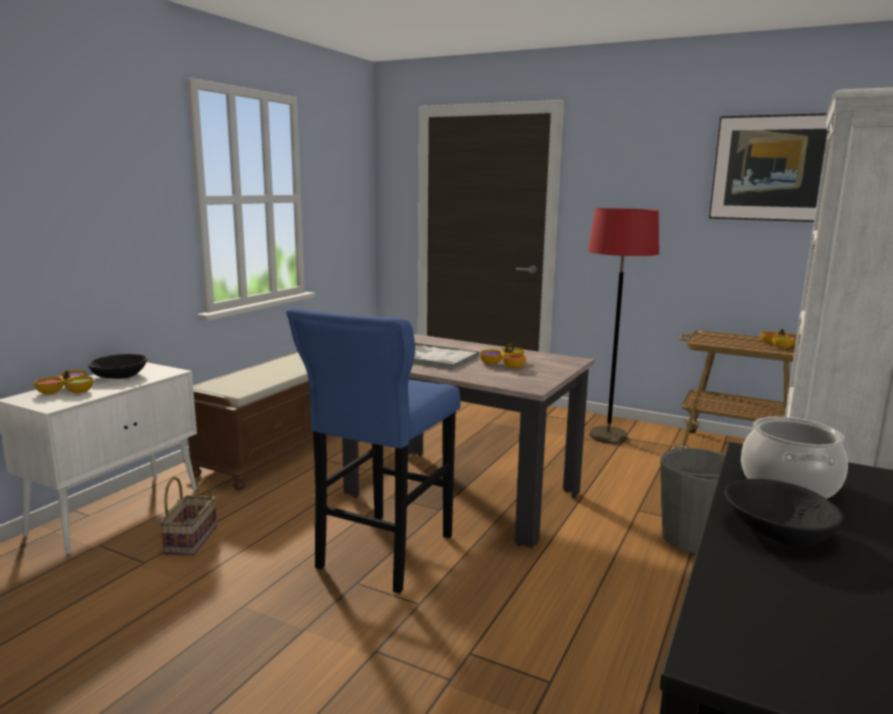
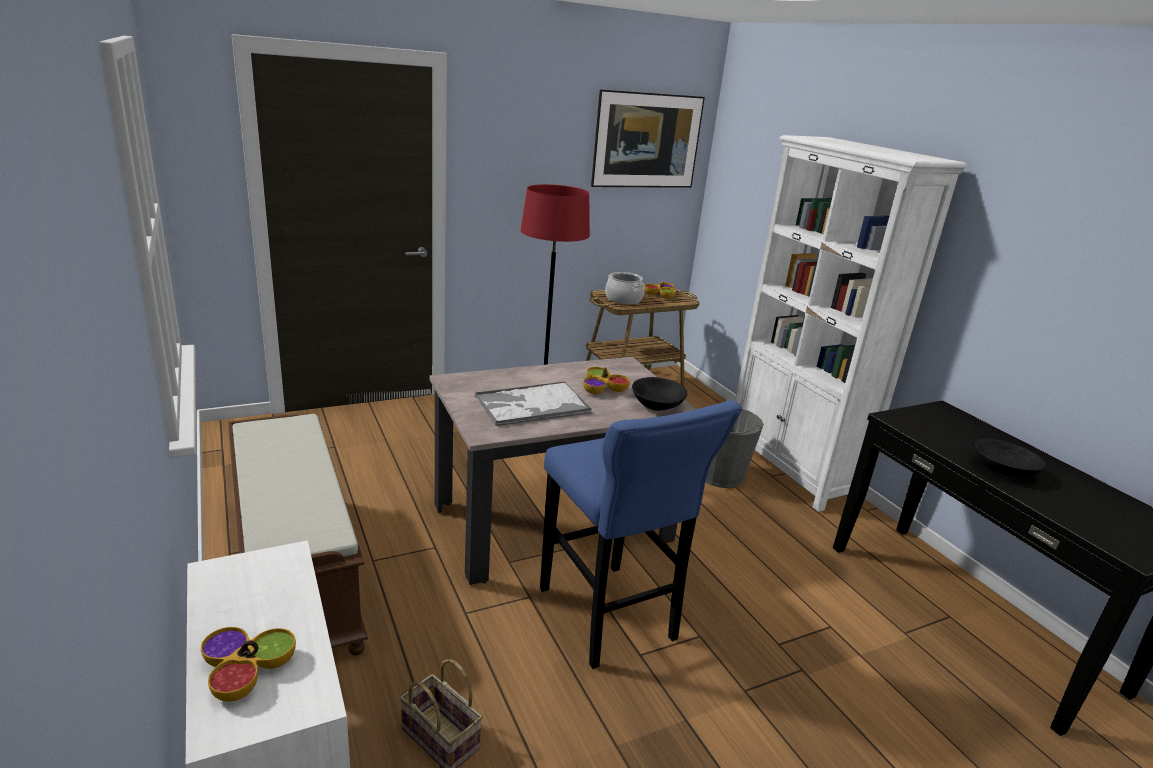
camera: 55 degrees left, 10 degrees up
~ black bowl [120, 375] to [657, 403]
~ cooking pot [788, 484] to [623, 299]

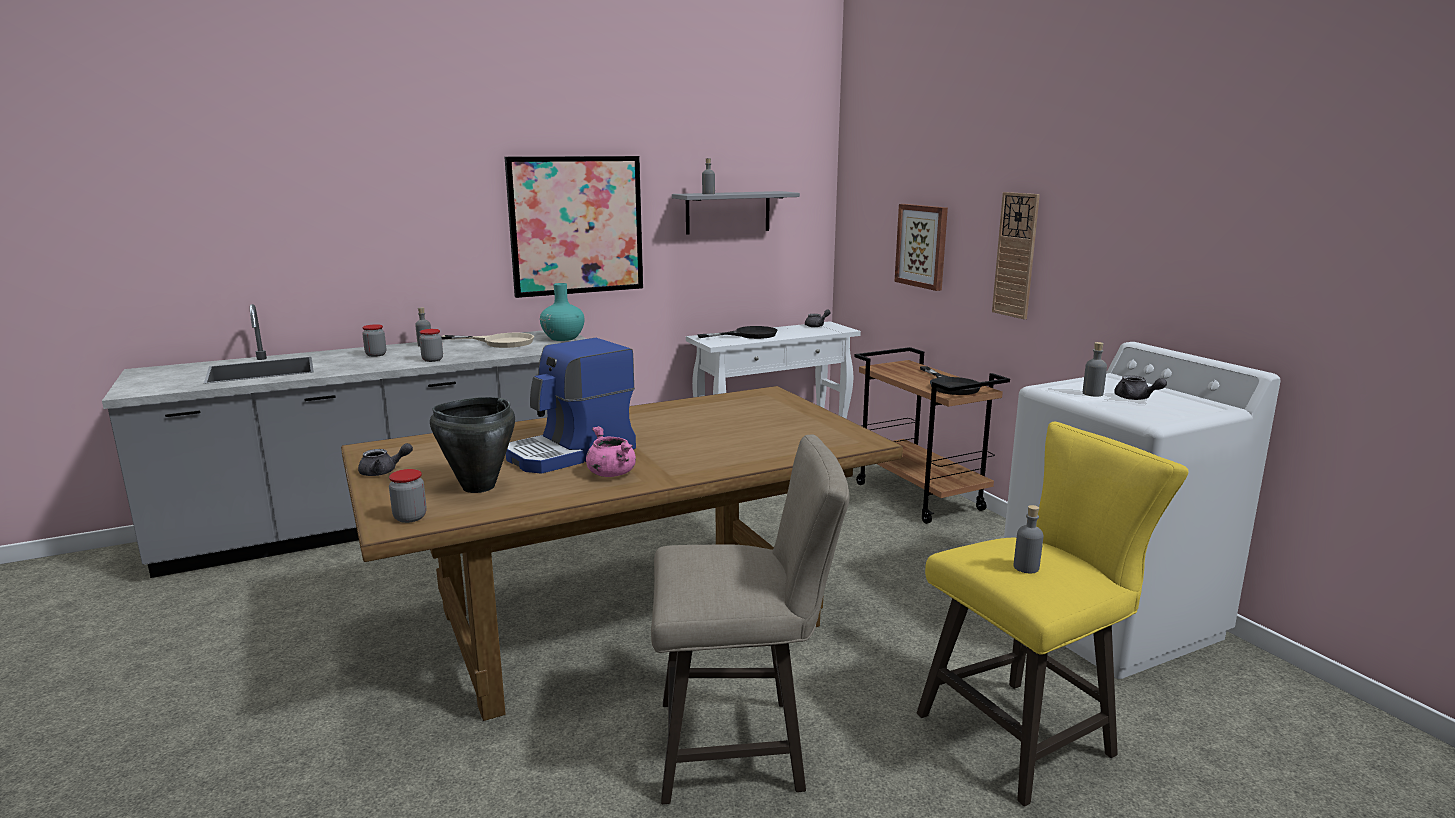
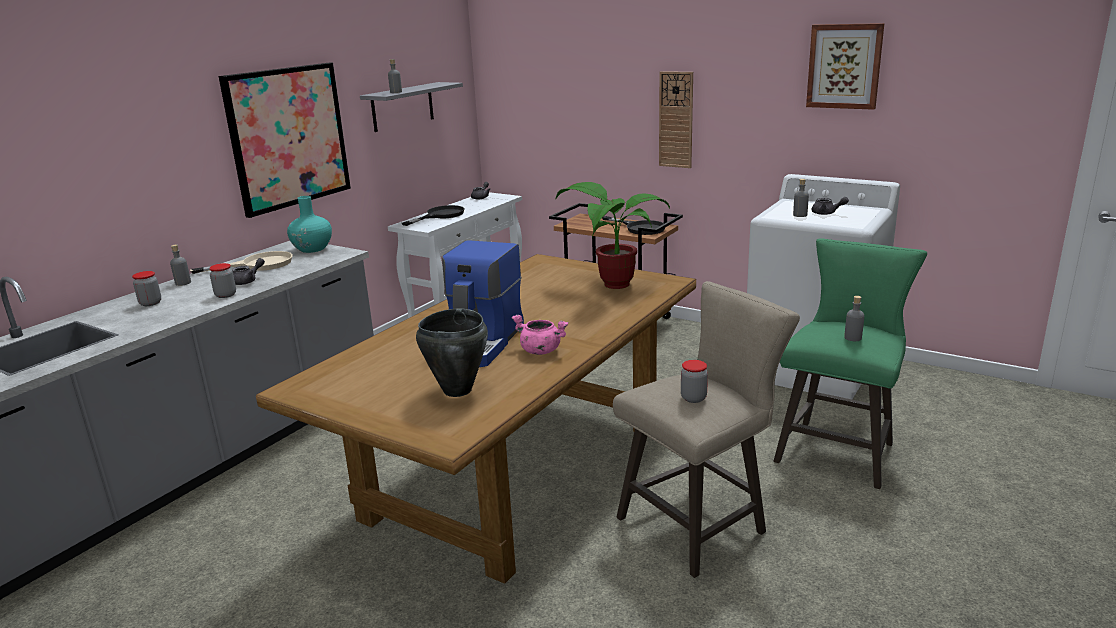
camera: 30 degrees left, 5 degrees up
~ picture [922, 246] to [844, 66]
~ yellow stool [1026, 732] to green stool [839, 449]
~ grey teapot [383, 472] to [247, 281]
~ jar [410, 517] to [693, 398]
+ potted plant [611, 284]

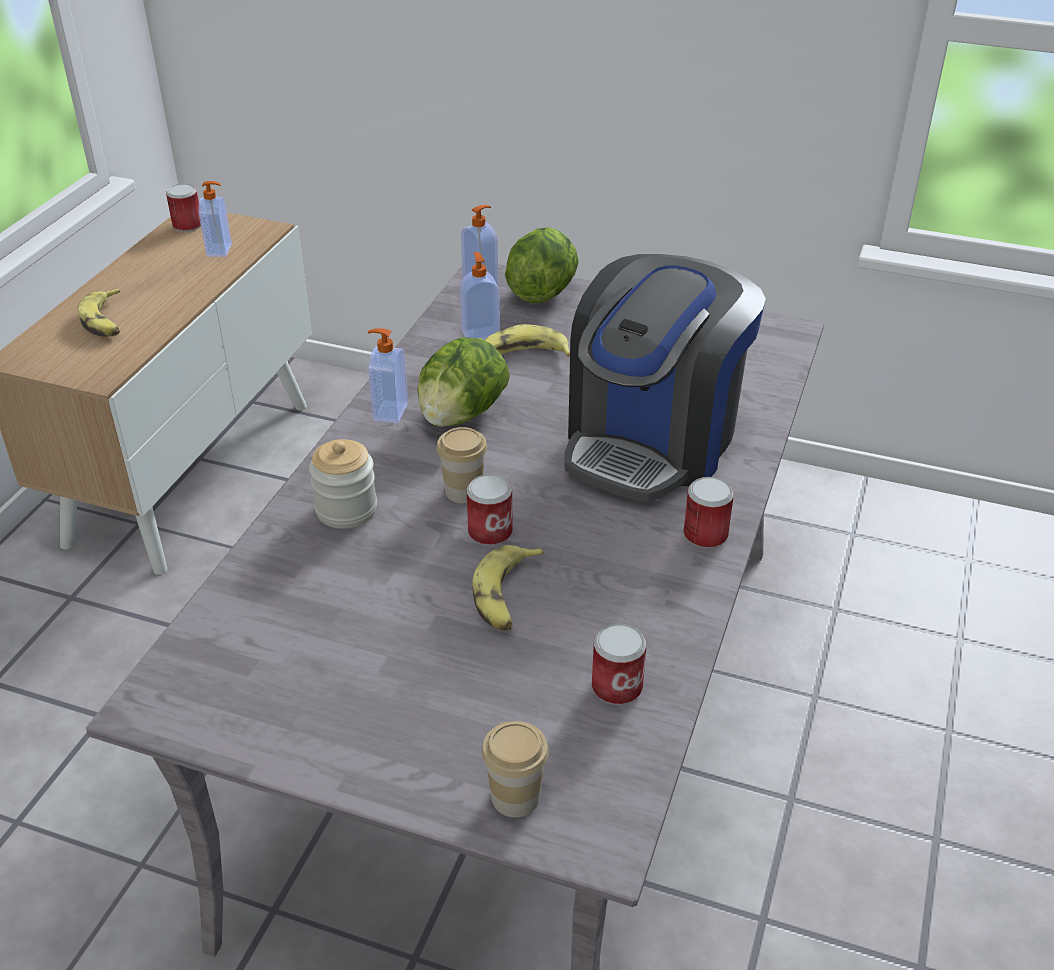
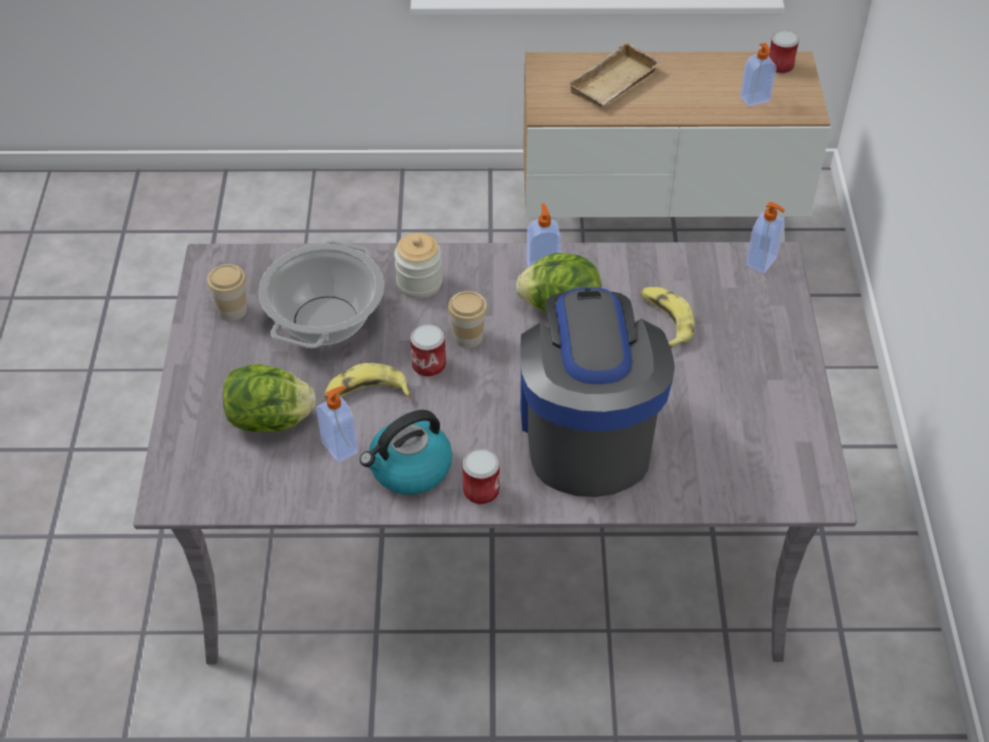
camera: 70 degrees right, 10 degrees up
~ lettuce [542, 292] to [270, 420]
~ soap dispenser [480, 334] to [341, 447]
~ coffee machine [653, 441] = [586, 432] 75 degrees clockwise
~ banana [105, 321] to beige tray [615, 84]
- can [617, 687]
~ cup [515, 797] to [232, 310]
+ cooking pot [326, 321]
+ kettle [409, 469]

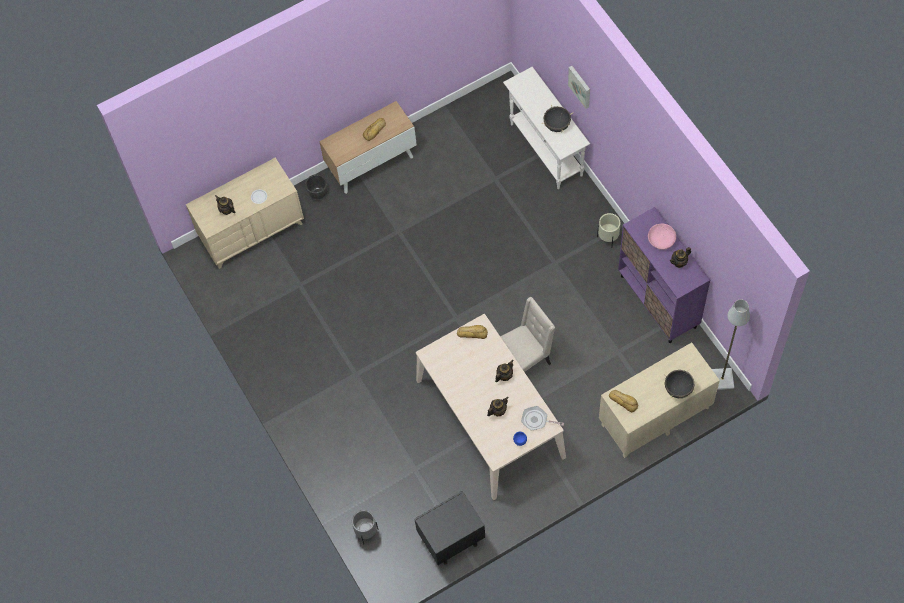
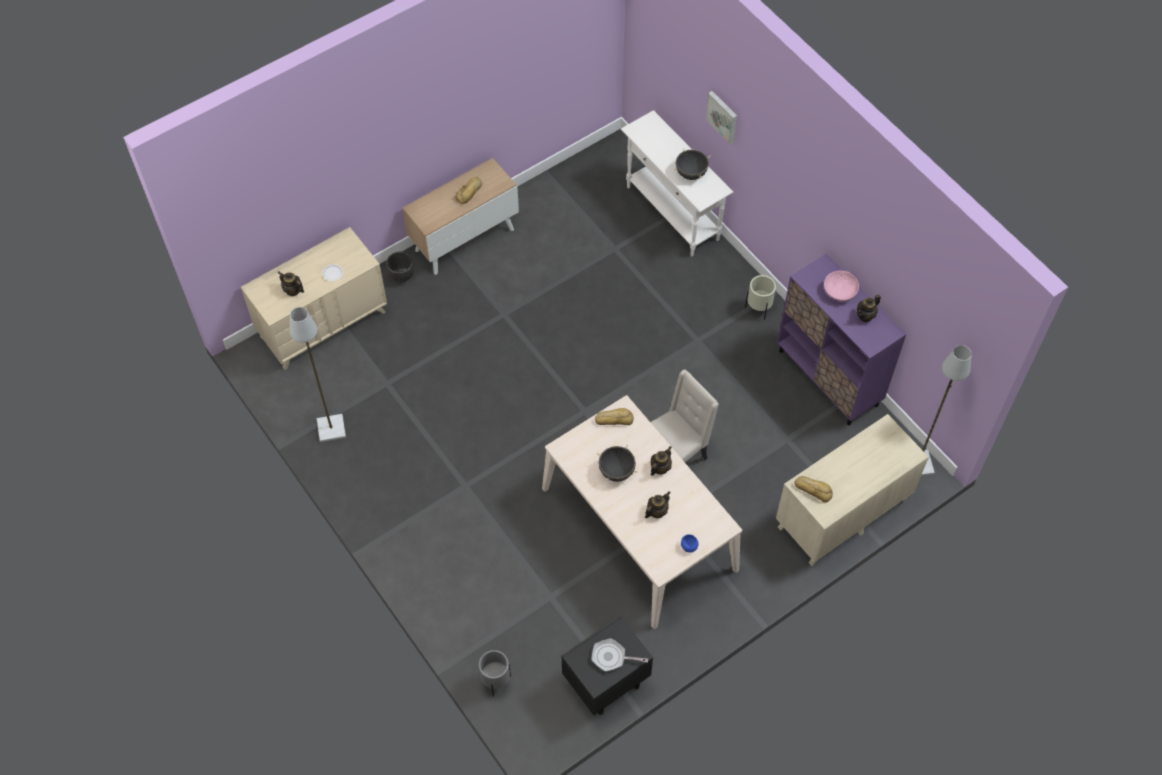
camera: 10 degrees left, 5 degrees down
~ black cooking pot [678, 389] to [616, 472]
~ frying pan [536, 420] to [611, 657]
+ grey floor lamp [332, 429]

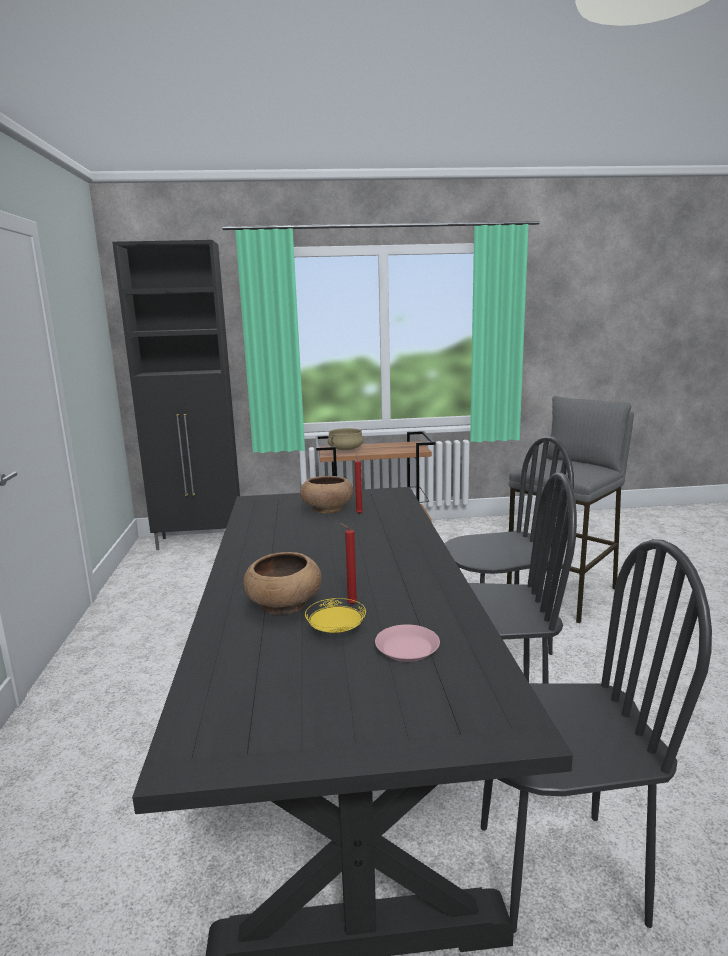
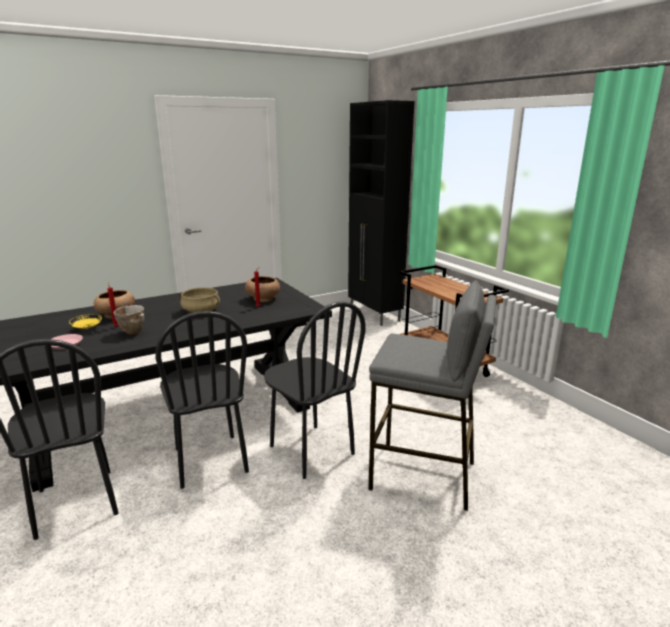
camera: 65 degrees right, 5 degrees up
~ beige cooking pot [346, 449] to [201, 311]
+ bowl [132, 332]

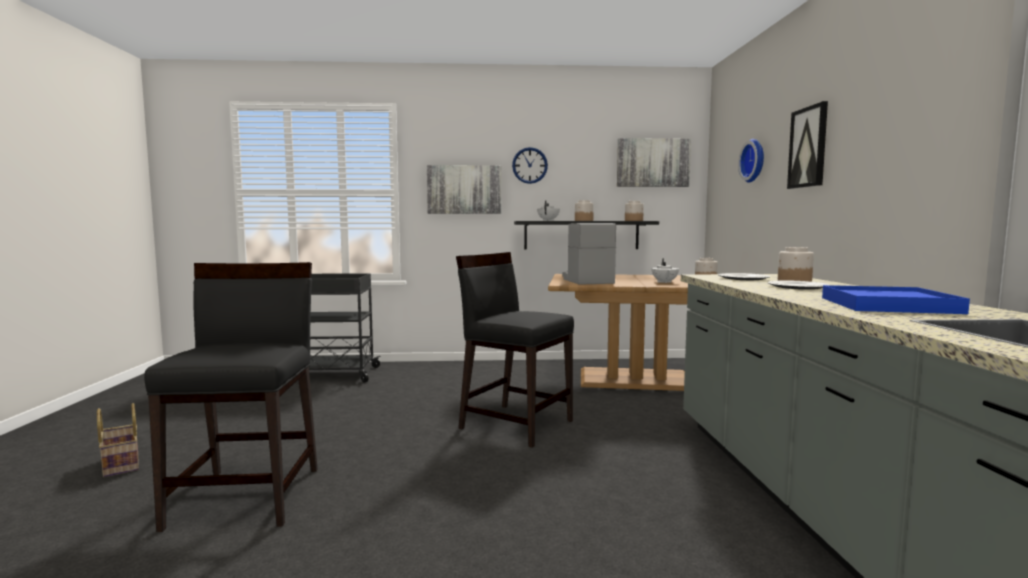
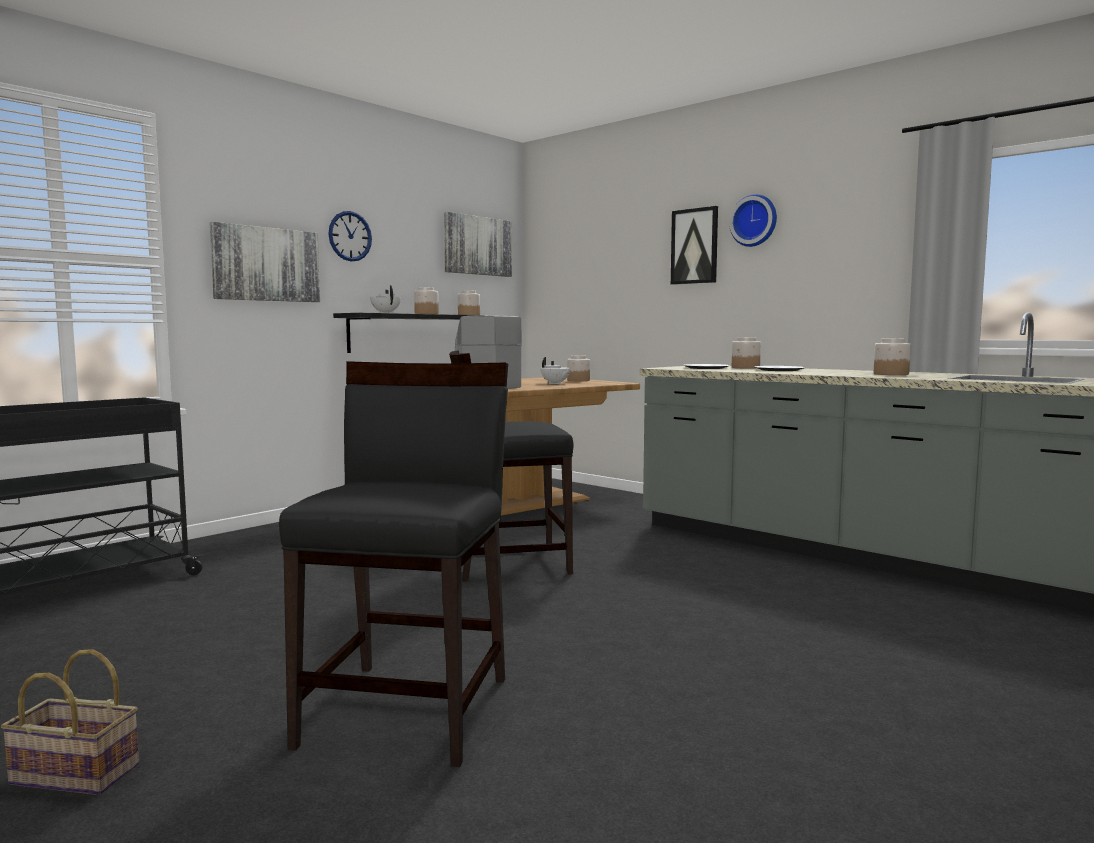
camera: 45 degrees left, 0 degrees up
~ wall clock [754, 160] to [754, 221]
~ black chair [248, 496] = [409, 710] 60 degrees clockwise
~ blue tray [887, 305] to jar [890, 374]

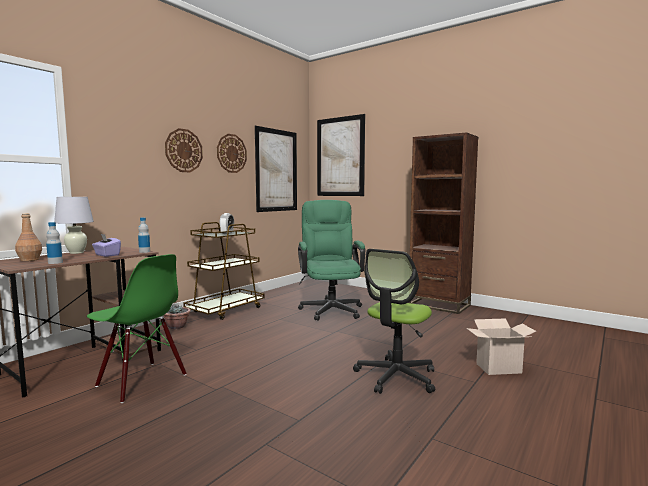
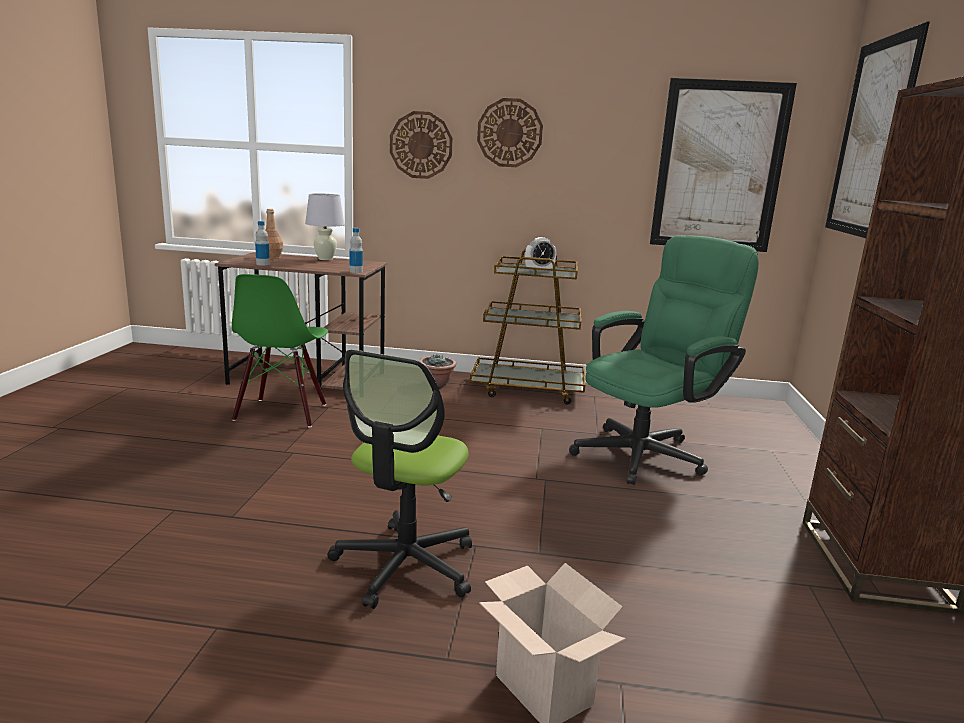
camera: 60 degrees right, 10 degrees up
~ wall clock [231, 153] to [421, 145]
- purple tissue box [107, 255]
~ office chair [396, 376] = [405, 565] 75 degrees counterclockwise

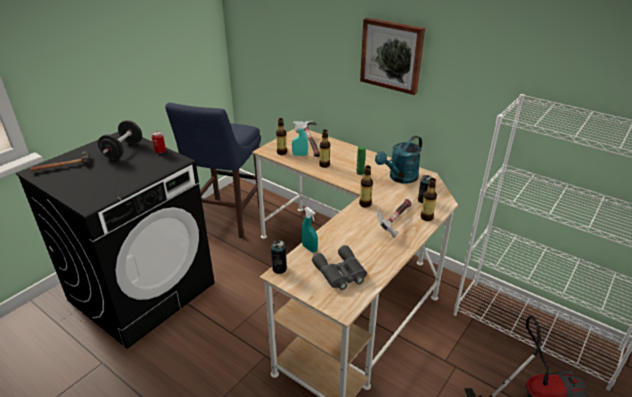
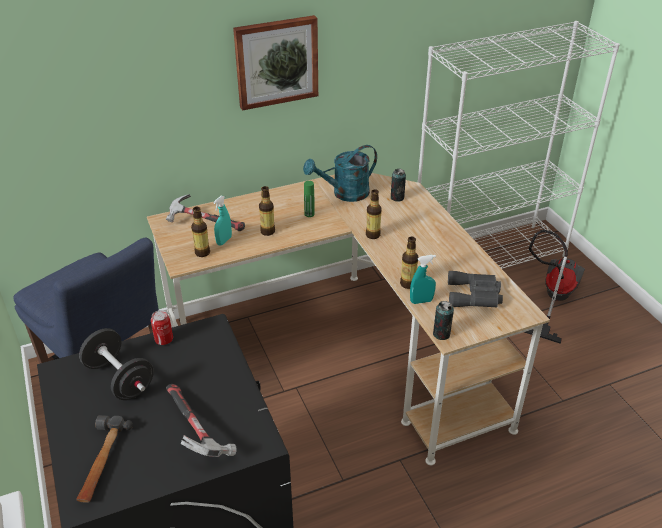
camera: 60 degrees left, 5 degrees up
~ turquoise watering can [400, 178] = [345, 194] 75 degrees clockwise
~ bottle [426, 217] to [408, 284]
~ hammer [395, 222] to [195, 431]

